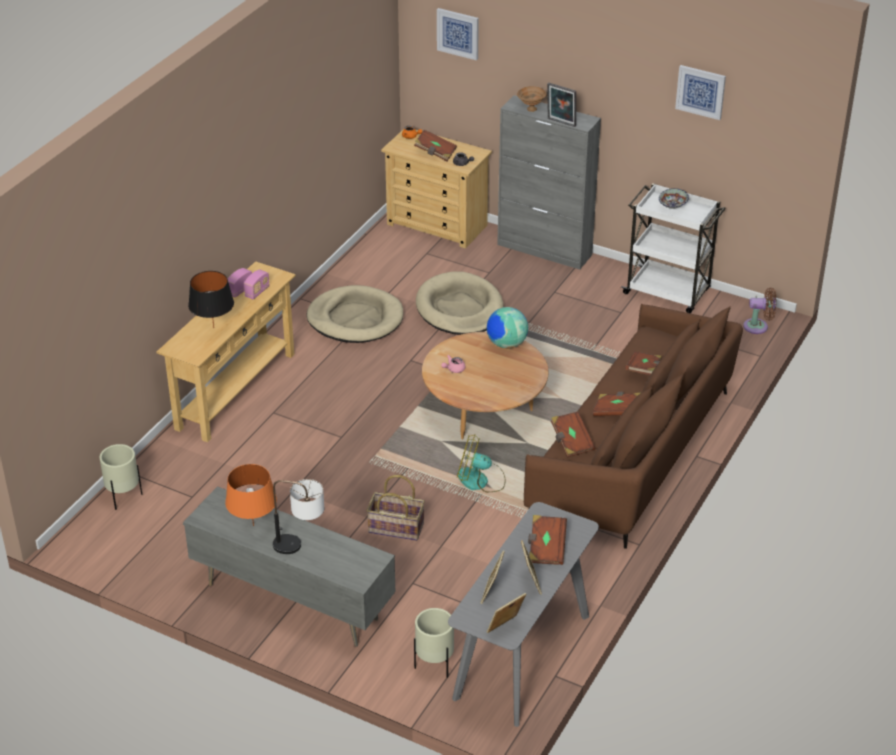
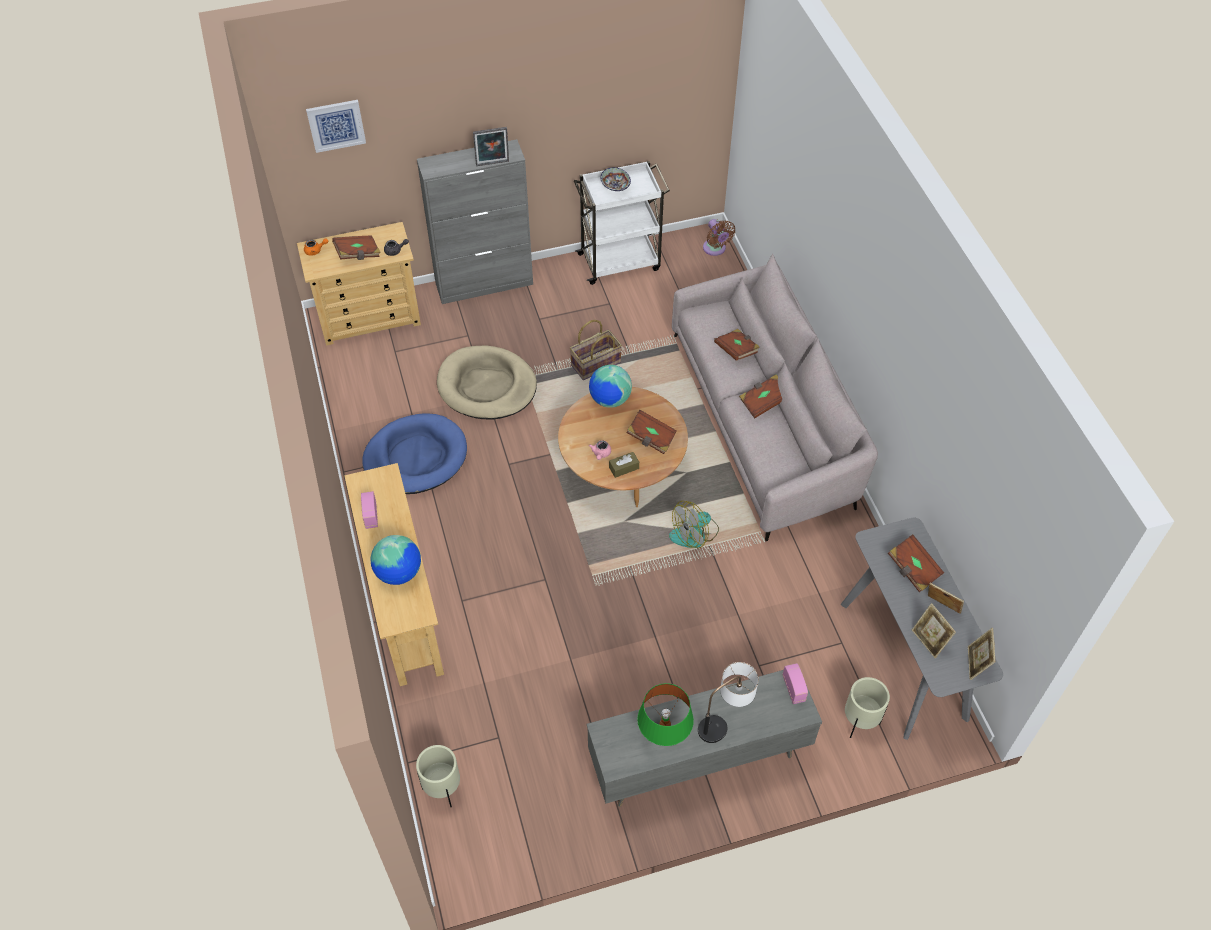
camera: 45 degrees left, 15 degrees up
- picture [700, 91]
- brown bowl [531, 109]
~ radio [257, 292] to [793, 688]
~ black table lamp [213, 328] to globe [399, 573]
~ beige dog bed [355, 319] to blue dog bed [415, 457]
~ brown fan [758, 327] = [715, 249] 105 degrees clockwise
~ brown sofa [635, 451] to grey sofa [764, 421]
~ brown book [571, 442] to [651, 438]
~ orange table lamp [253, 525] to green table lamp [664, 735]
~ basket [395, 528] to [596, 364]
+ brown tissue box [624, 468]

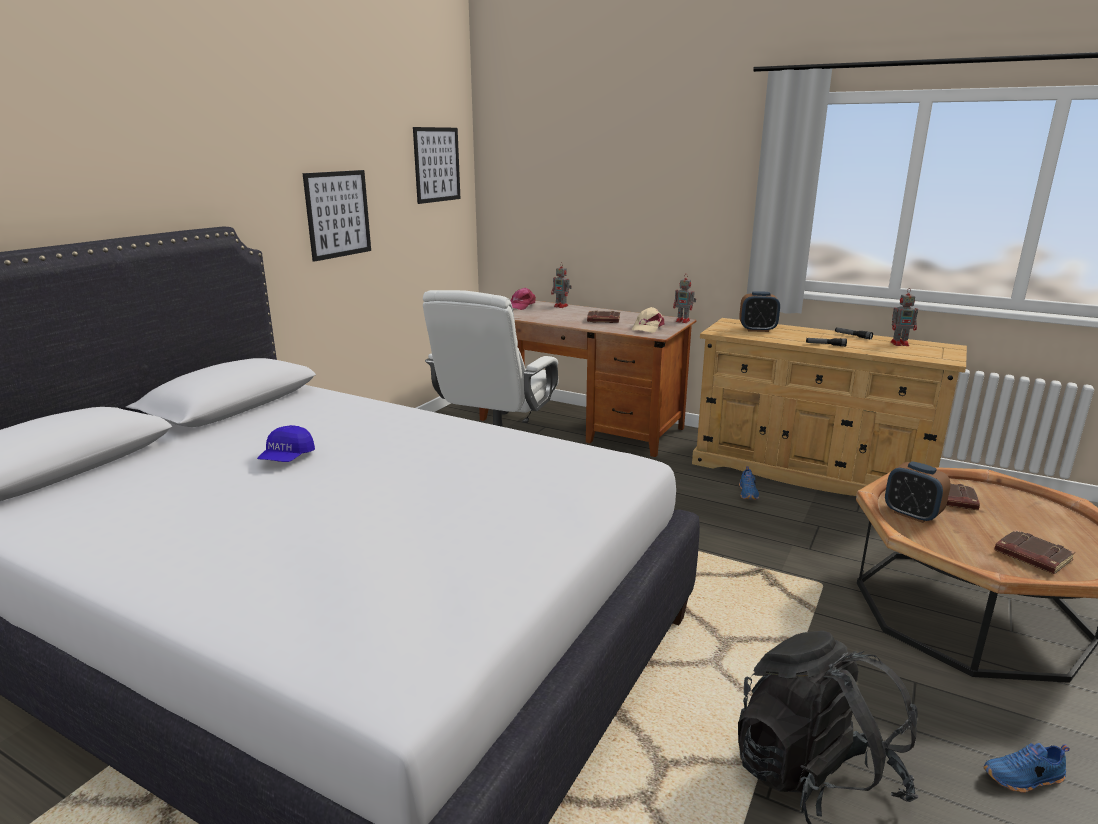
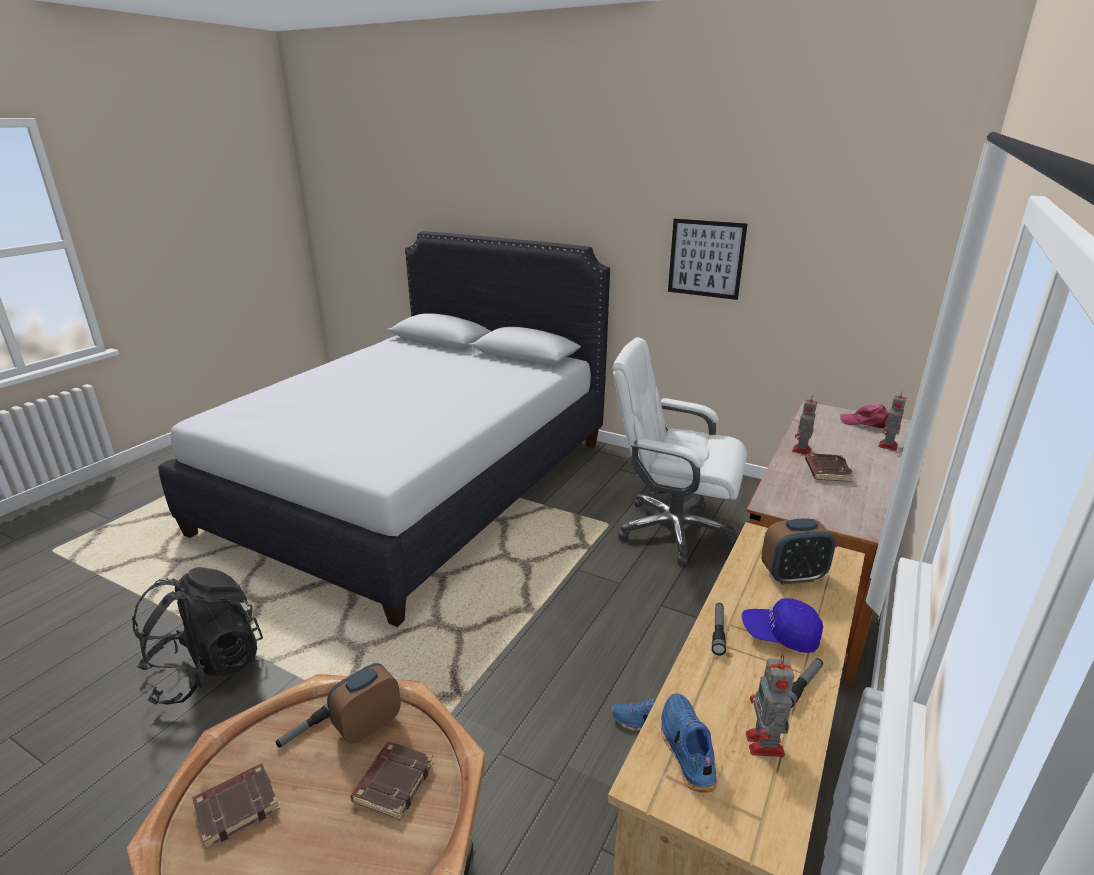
camera: 90 degrees right, 5 degrees up
- picture [437, 164]
~ toy robot [683, 321] to [801, 451]
~ alarm clock [757, 330] = [792, 576] 105 degrees counterclockwise
- beige cap [647, 327]
~ blue cap [287, 458] to [780, 635]
~ blue shoe [1024, 778] to [685, 749]
+ flashlight [306, 729]

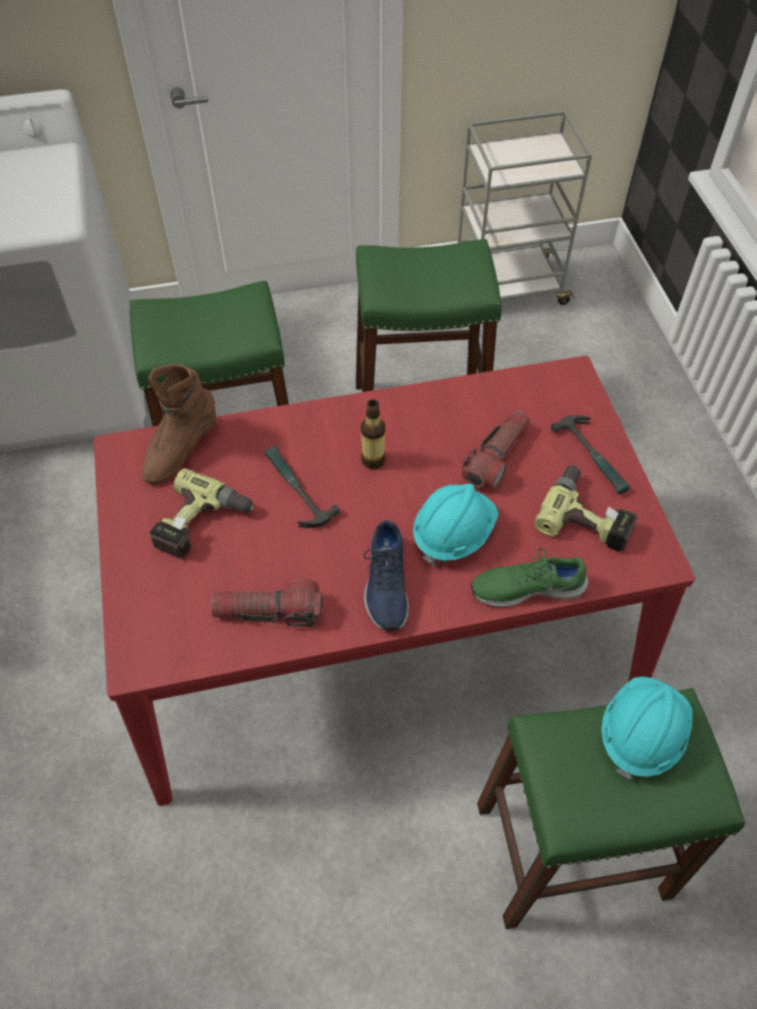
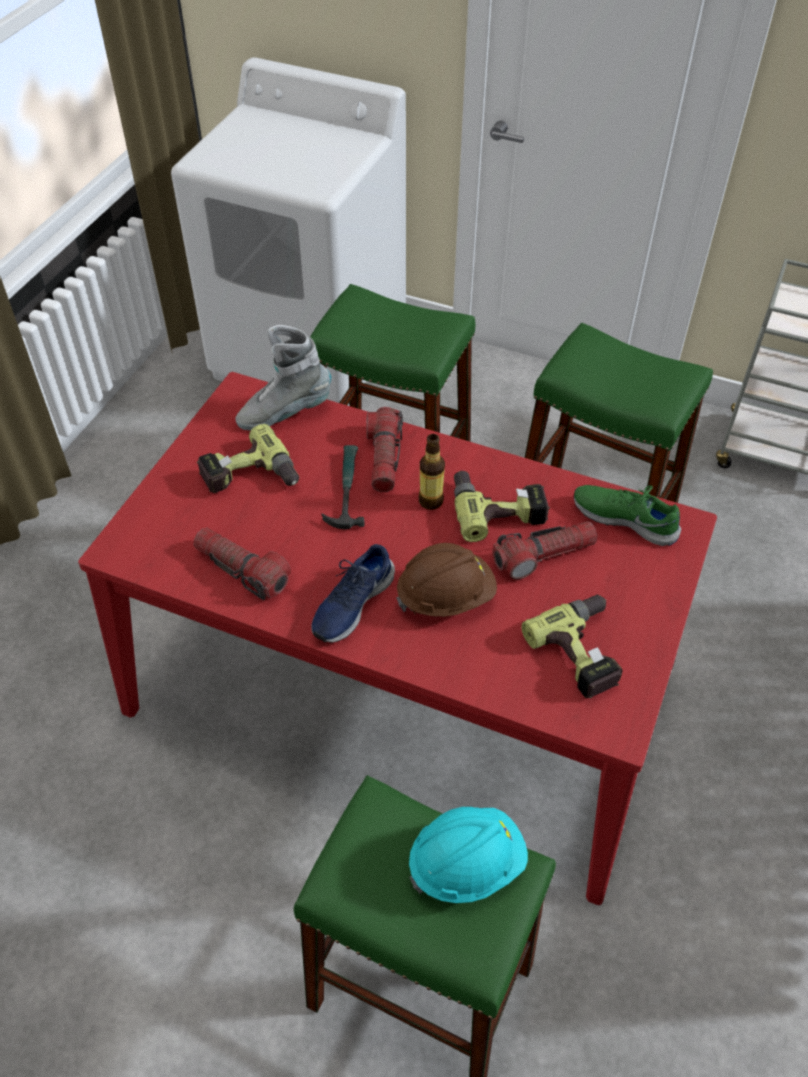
camera: 35 degrees right, 5 degrees down
~ brown boot [180, 450] to grey boot [284, 413]
- hammer [594, 457]
~ turquoise hard hat [453, 533] to brown hard hat [446, 596]
~ green shoe [527, 587] to [625, 518]
+ flashlight [384, 458]
+ power drill [497, 508]

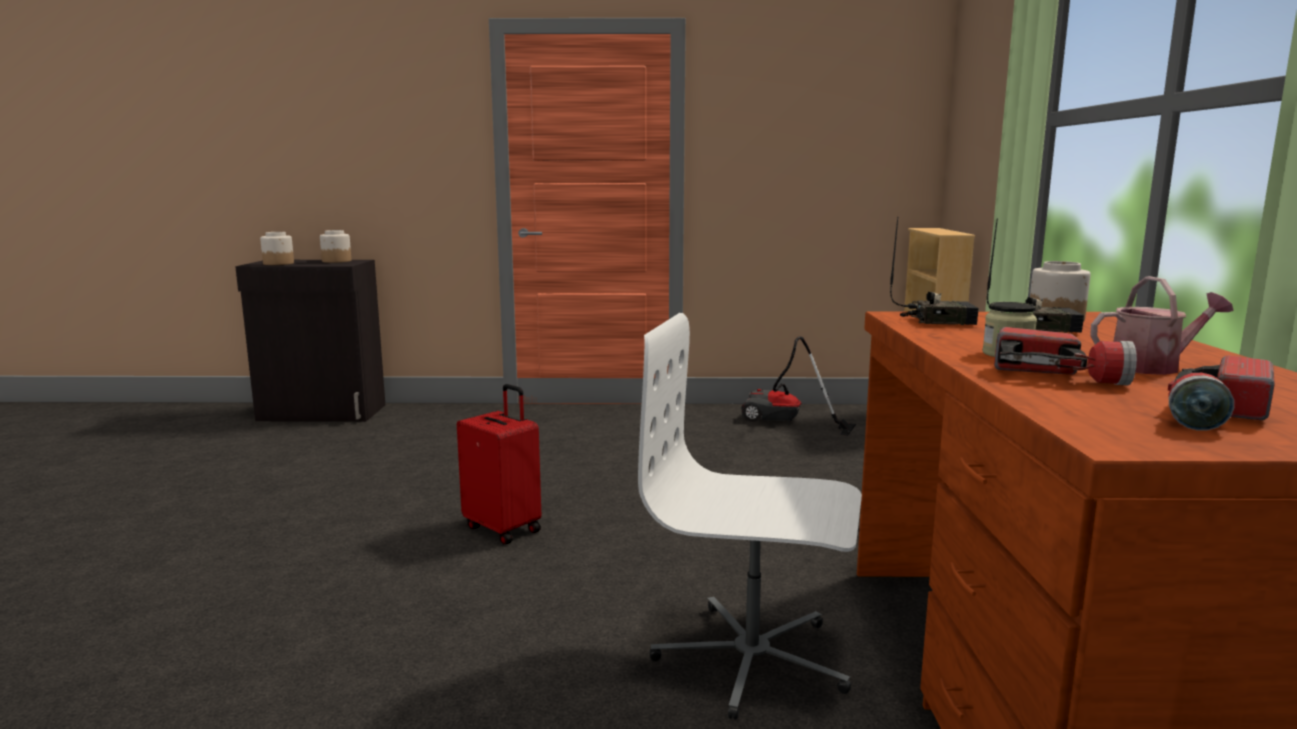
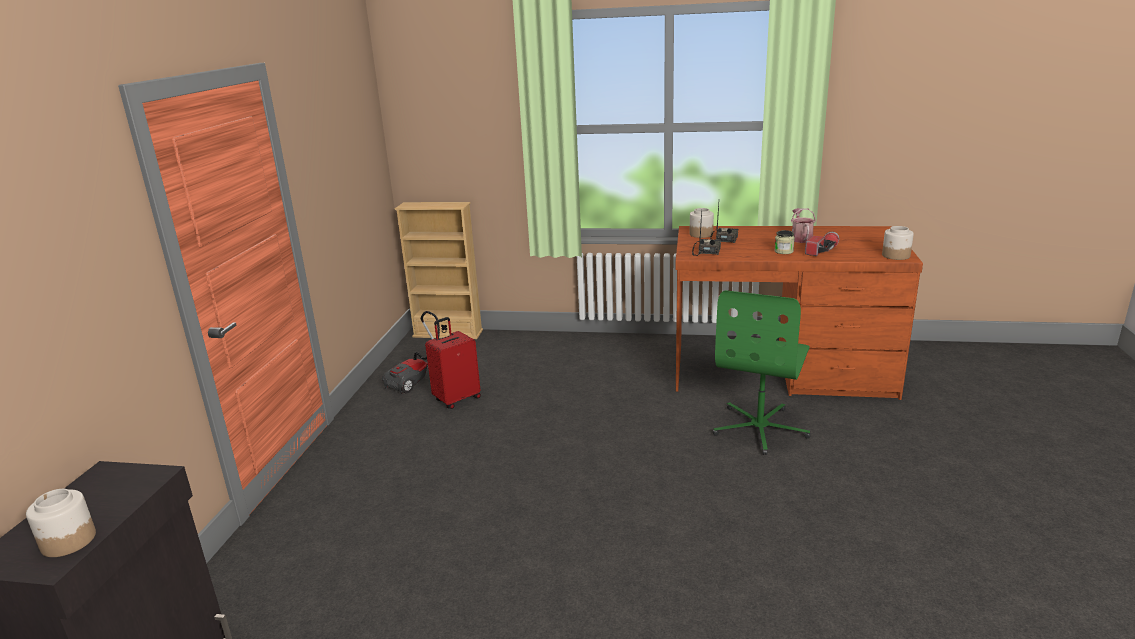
camera: 80 degrees left, 10 degrees up
~ jar [336, 261] to [896, 256]
~ white office chair [752, 659] to green office chair [760, 428]
- flashlight [1215, 415]
~ red suitcase [504, 528] to [457, 399]

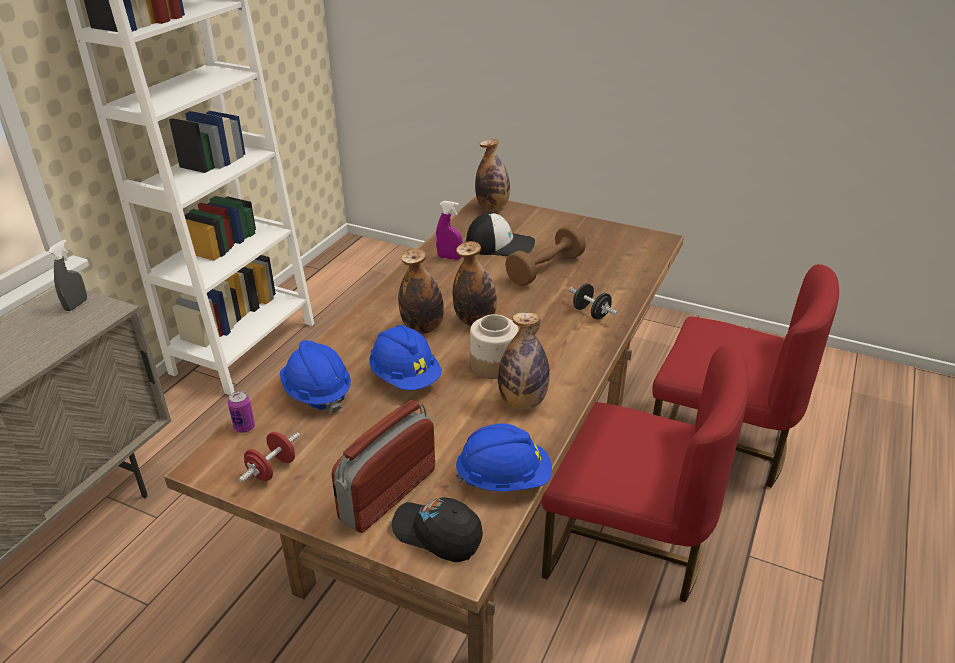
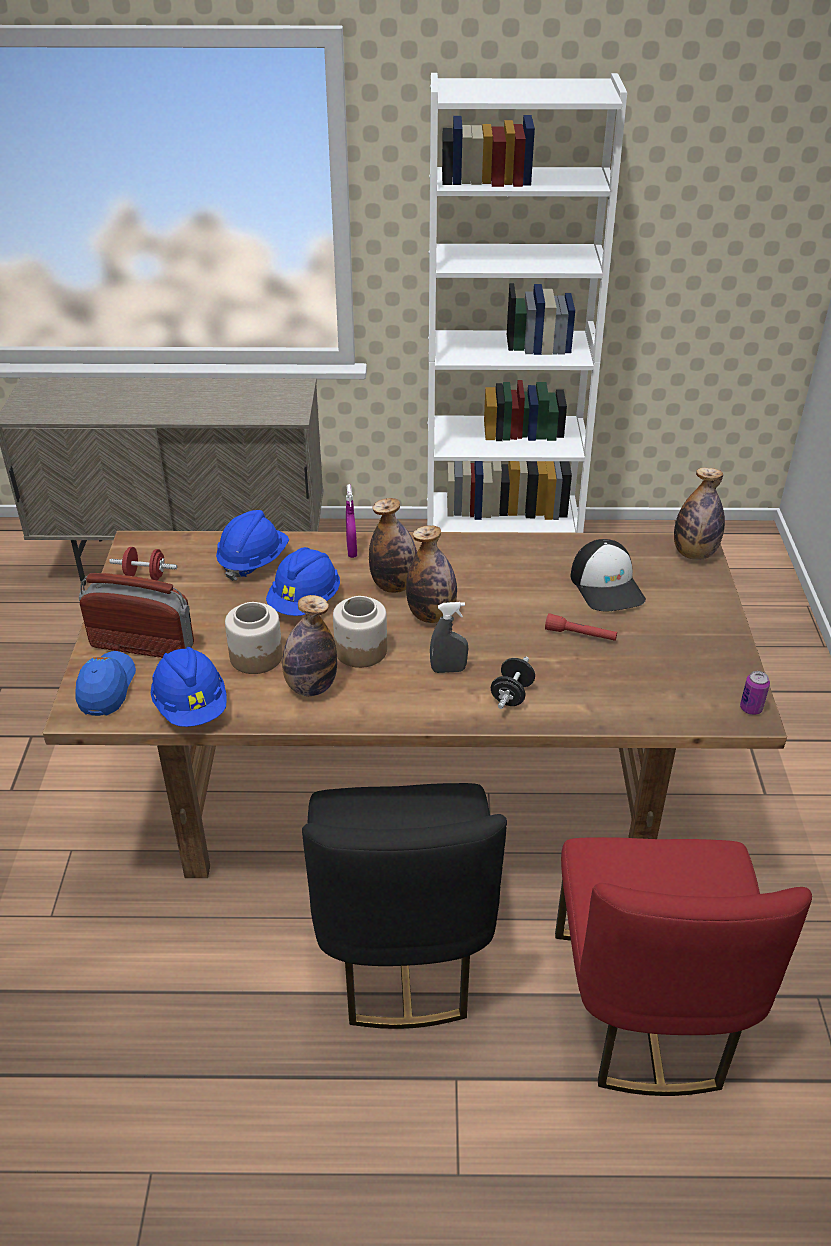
camera: 65 degrees right, 5 degrees up
~ purple spray bottle [449, 257] to [352, 551]
~ brown dumbbell [545, 269] to red flashlight [580, 635]
~ grey spray bottle [76, 305] to [448, 670]
~ red chair [626, 547] to black chair [402, 949]
~ can [244, 427] to [751, 708]
~ black cap [438, 535] to blue cap [106, 688]
+ jar [257, 657]

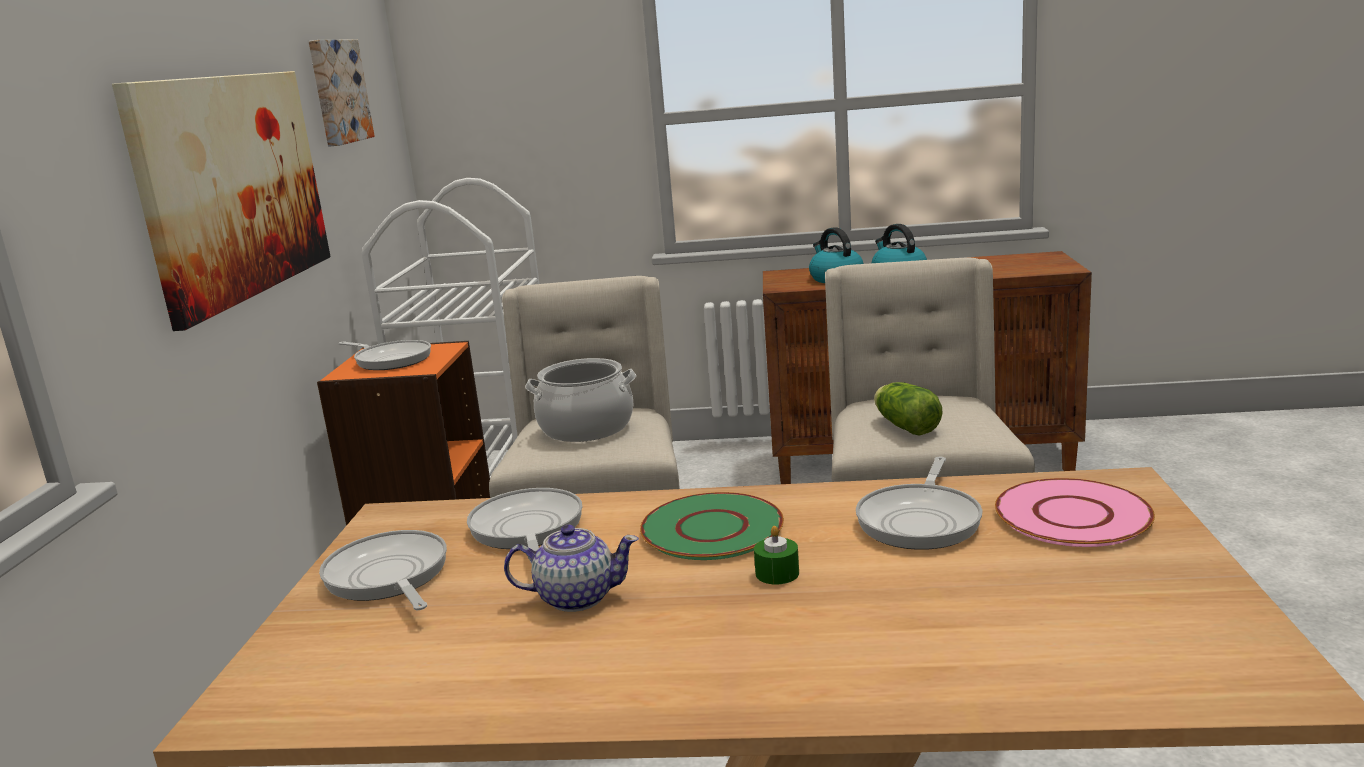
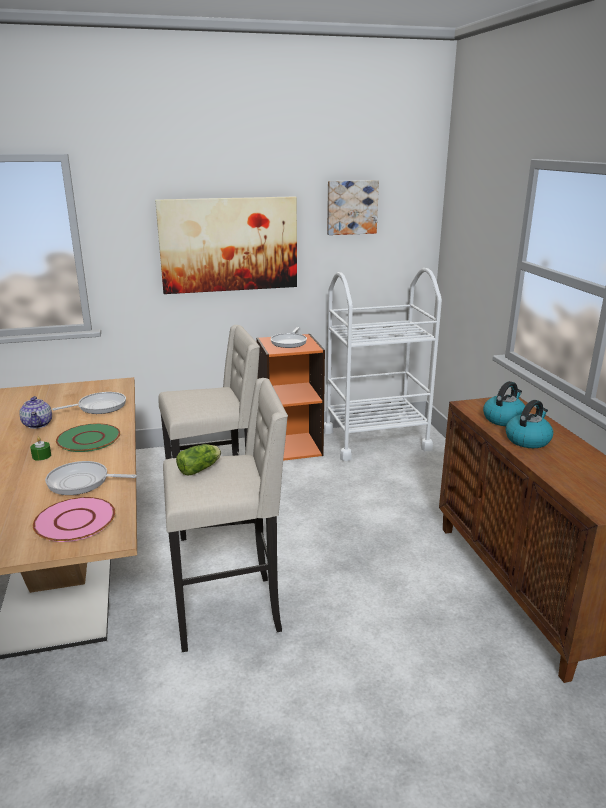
camera: 70 degrees right, 5 degrees up
- cooking pot [586, 428]
- frying pan [388, 577]

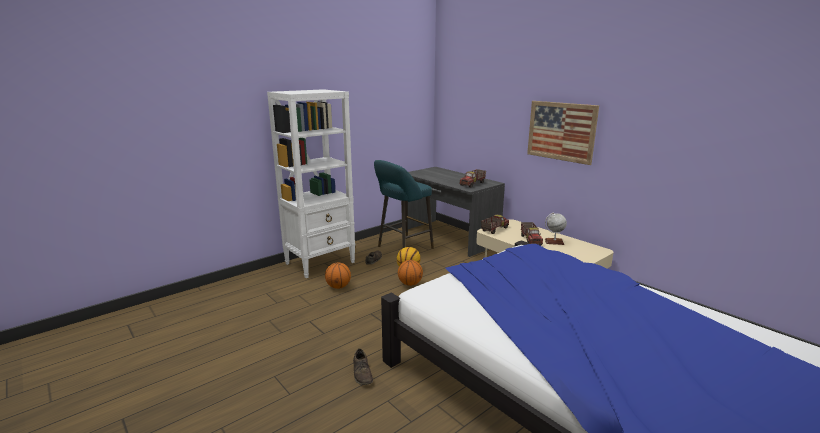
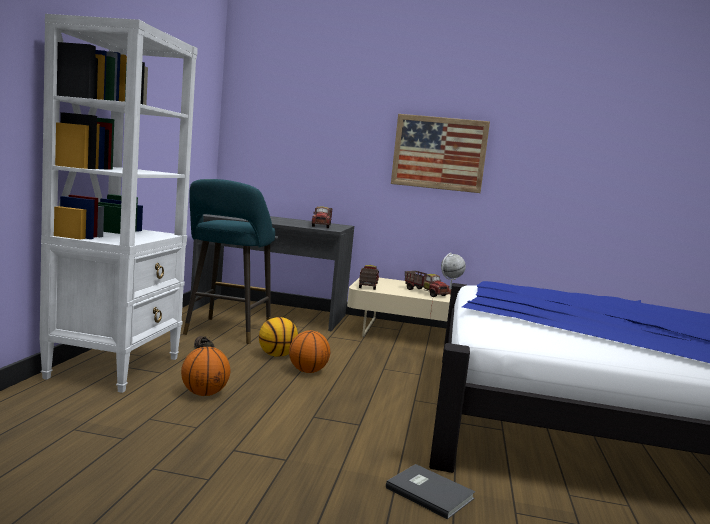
camera: 40 degrees left, 10 degrees down
~ brown shoe [362, 373] to grey book [429, 492]

